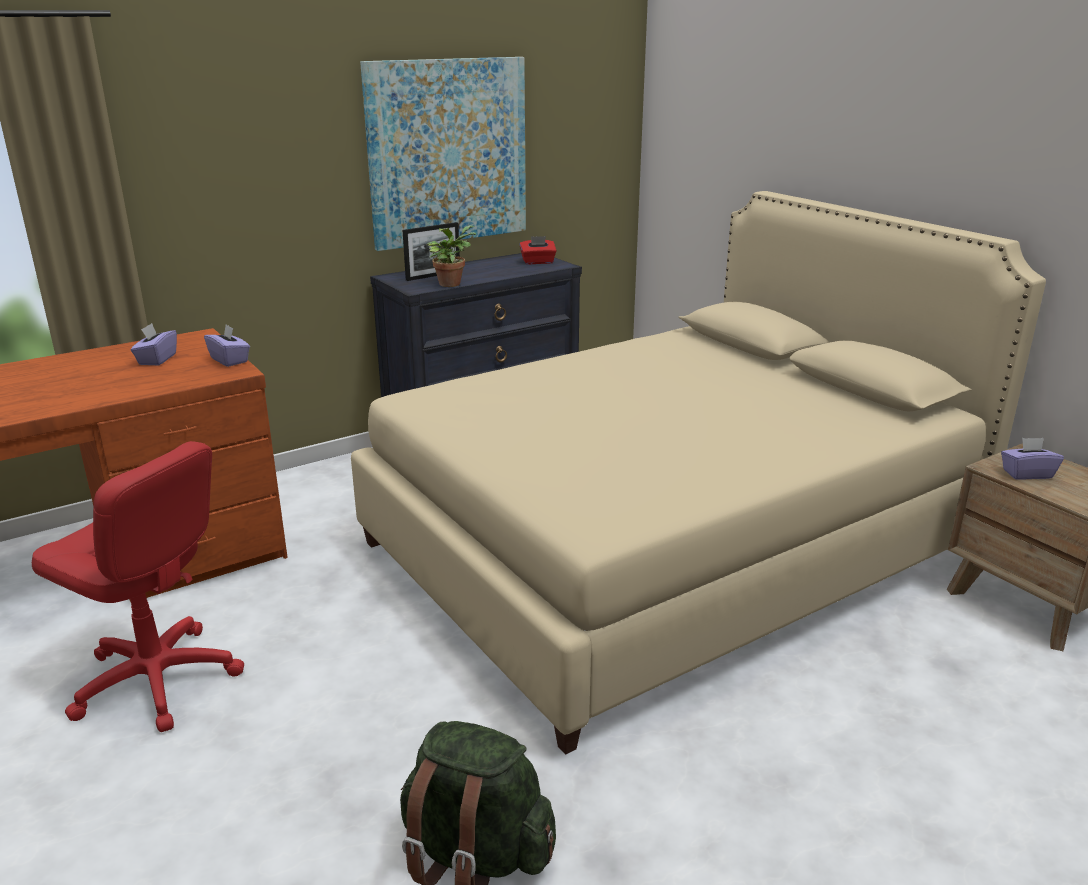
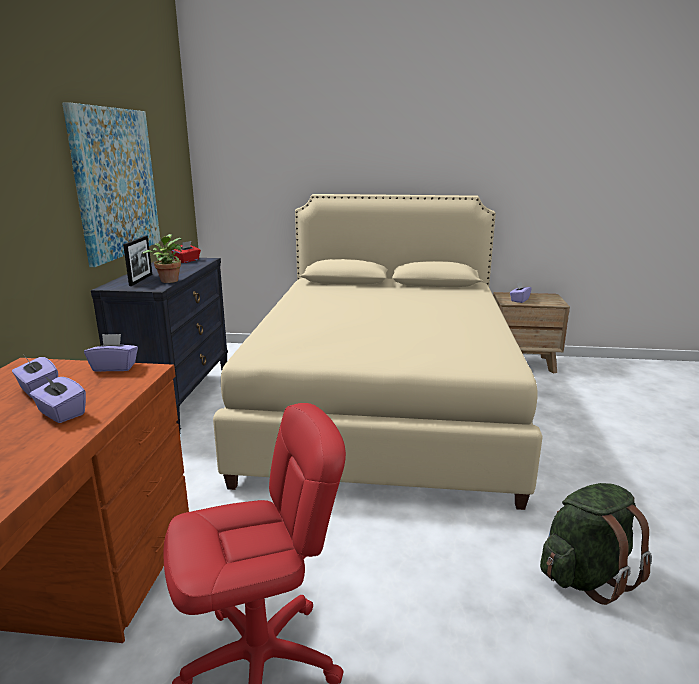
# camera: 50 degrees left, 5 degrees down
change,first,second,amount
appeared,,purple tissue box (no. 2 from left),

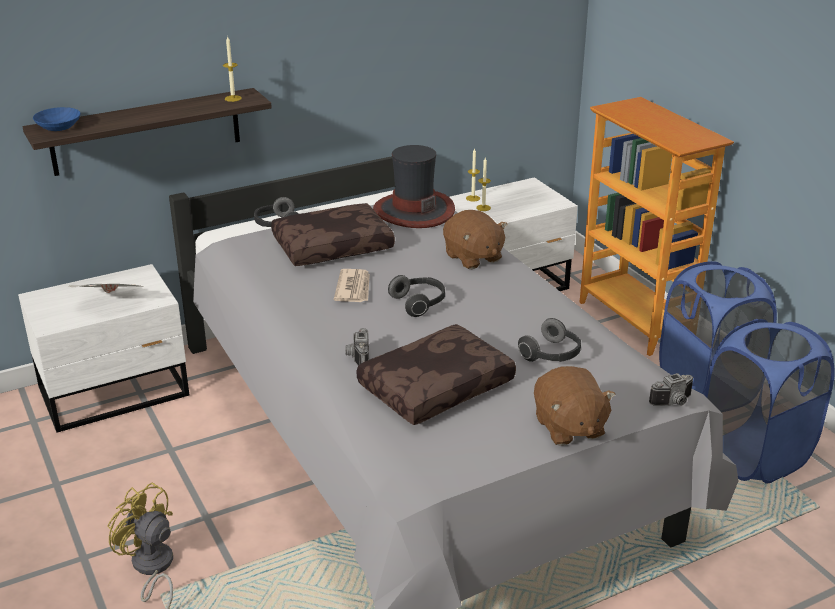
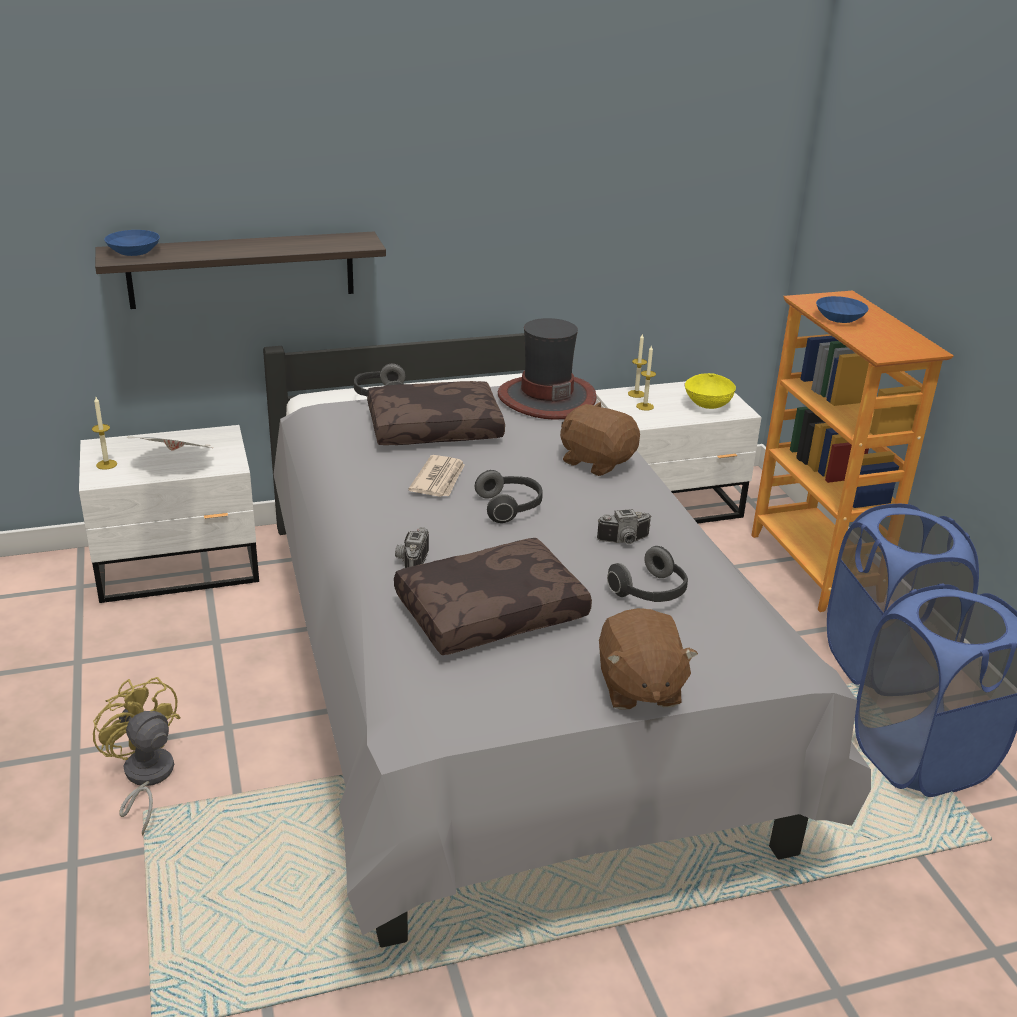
# camera: 10 degrees right, 0 degrees up
change,first,second,amount
relocated,candle (no. 1 from left),,
spun,brown plush toy (no. 1 from left),,150 degrees clockwise
relocated,photo camera (no. 2 from left),,
appeared,,yellow bowl,
appeared,,blue bowl (no. 2 from left),

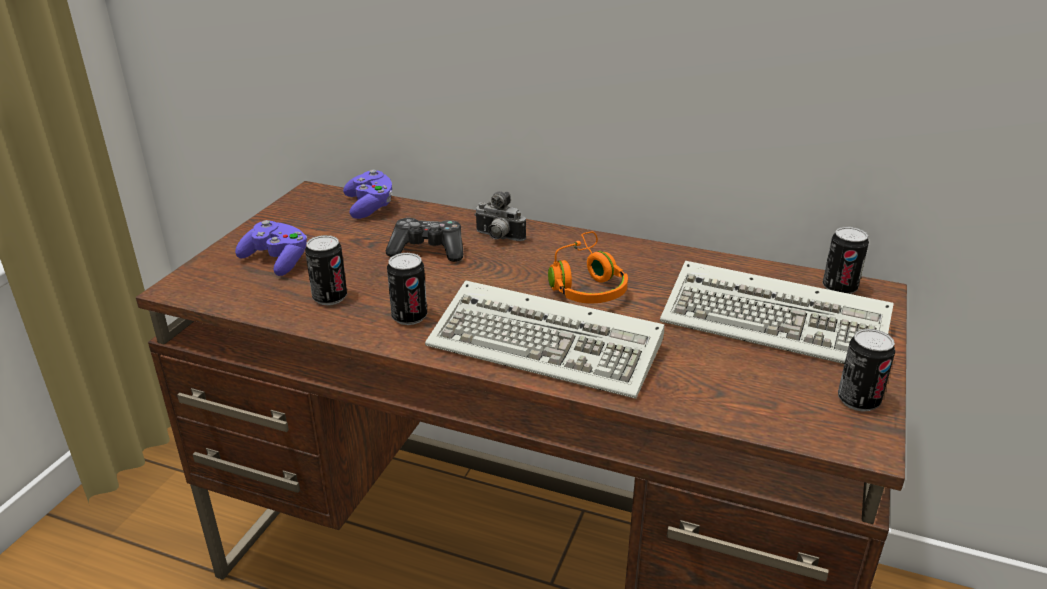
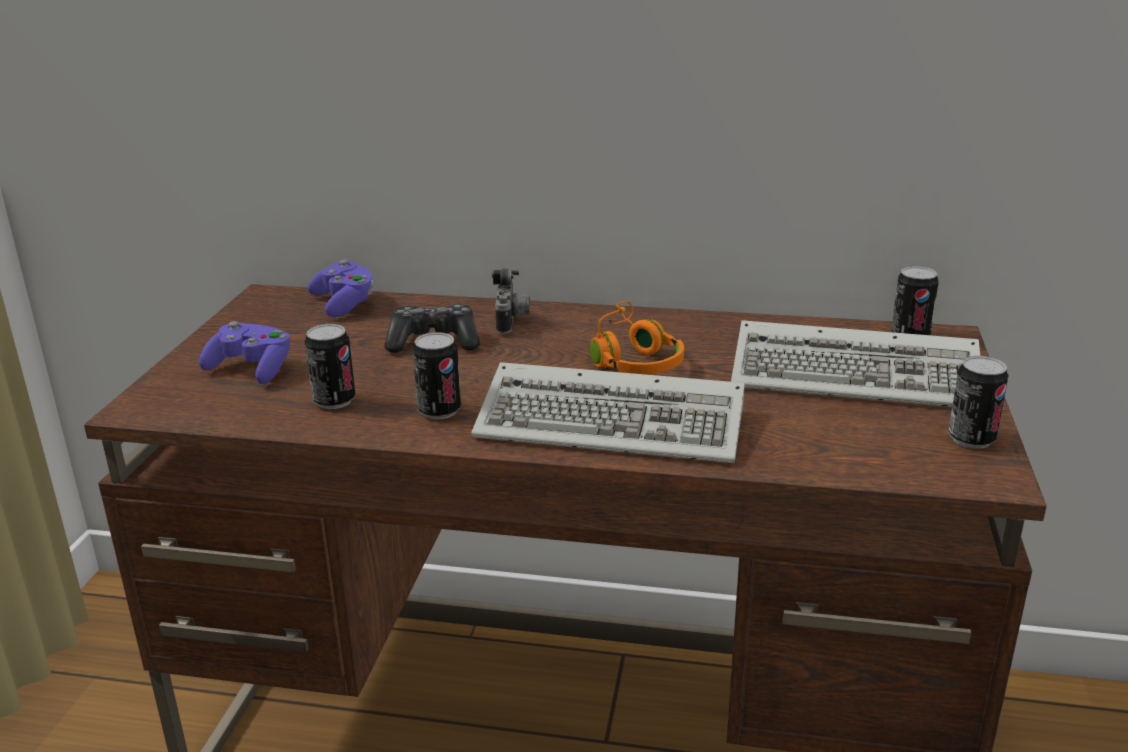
# camera: 10 degrees left, 5 degrees down
change,first,second,amount
spun,photo camera,,105 degrees counterclockwise

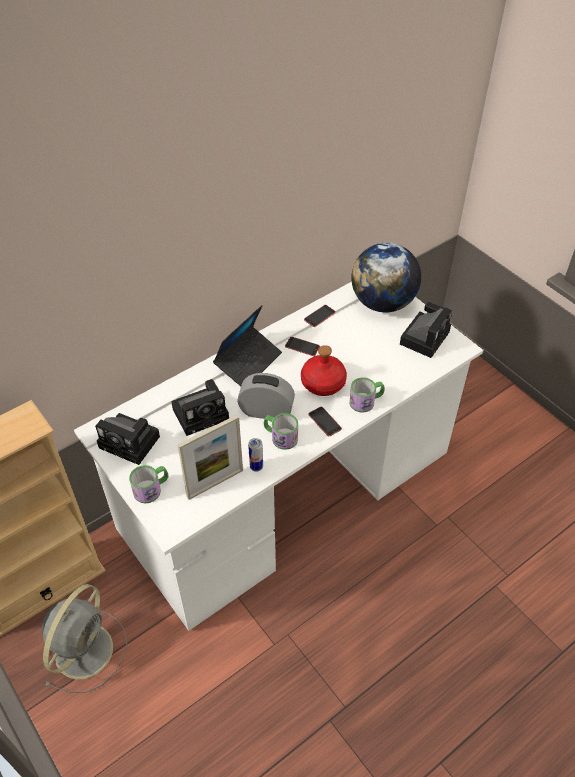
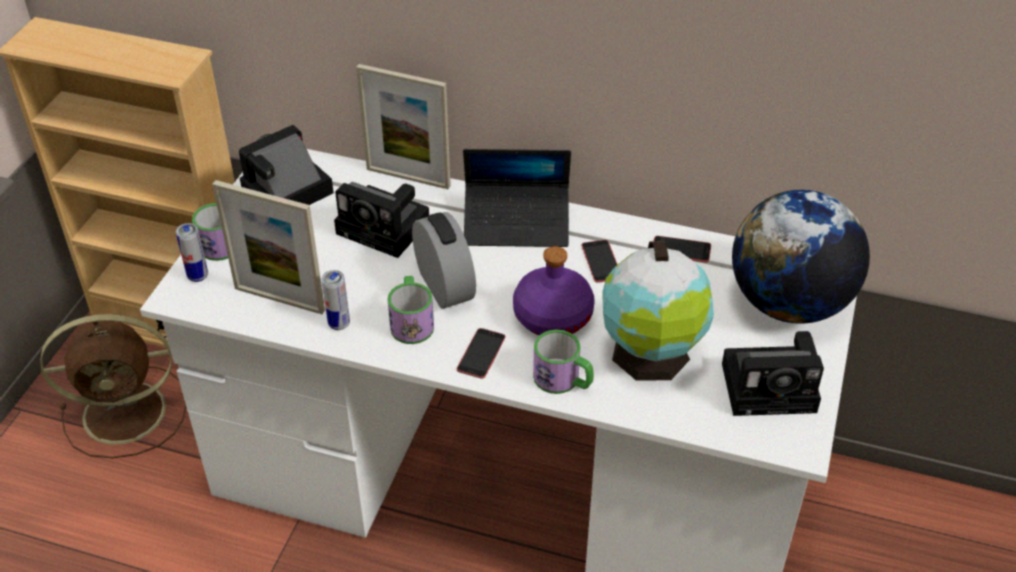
# camera: 55 degrees right, 5 degrees down
change,first,second,amount
colour,grey fan,brown fan,
spun,photo camera (no. 1 from left),,60 degrees clockwise
colour,red bottle,purple bottle,
appeared,,can (no. 1 from left),
appeared,,picture frame (no. 2 from left),
appeared,,globe (no. 1 from left),

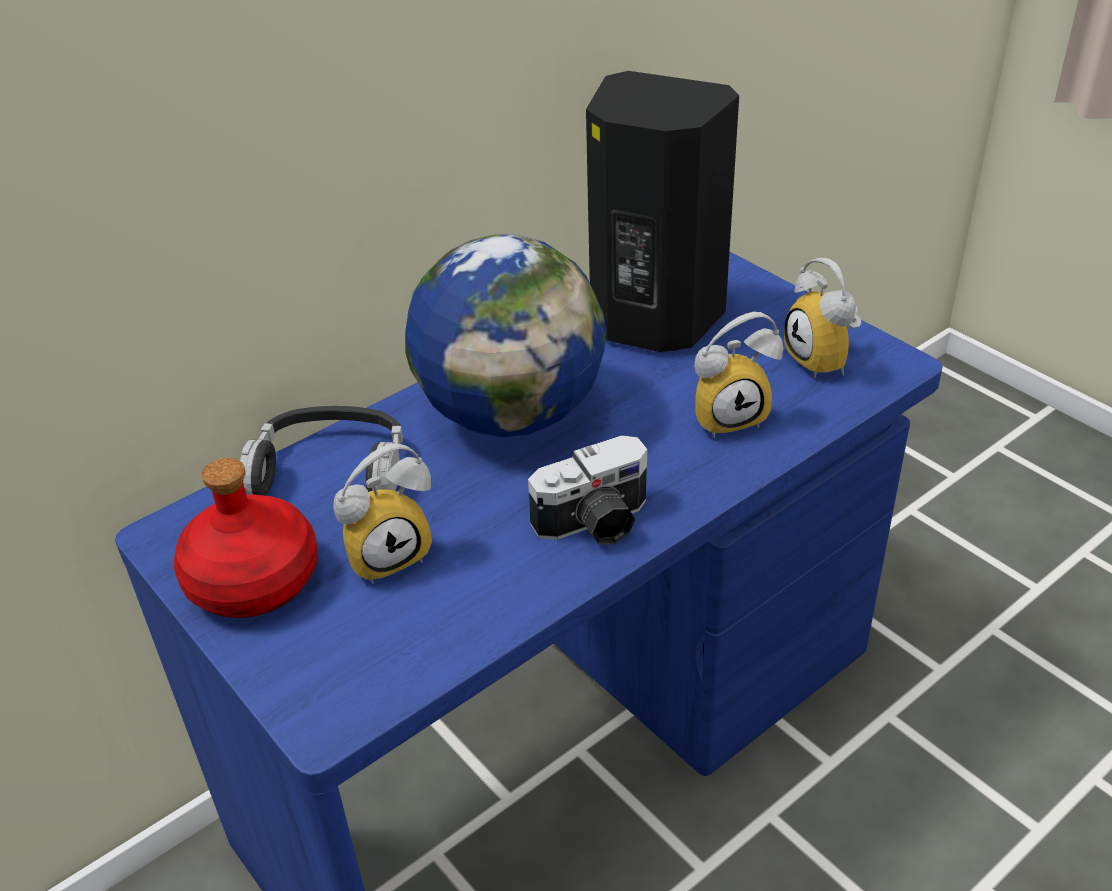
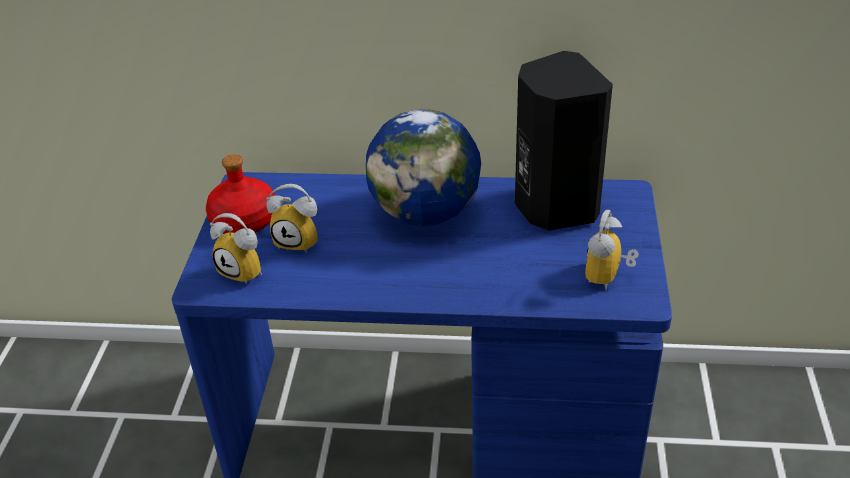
# camera: 45 degrees right, 0 degrees up
change,first,second,amount
missing,headphones,,
missing,photo camera,,
relocated,alarm clock (no. 2 from left in the first image),alarm clock (no. 1 from left),

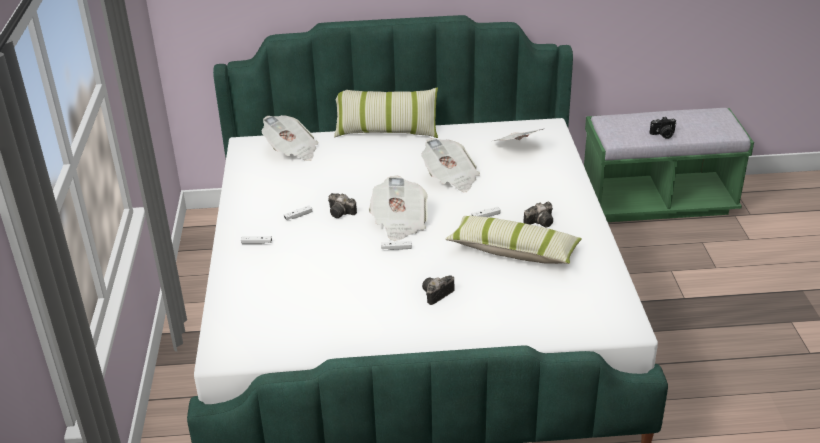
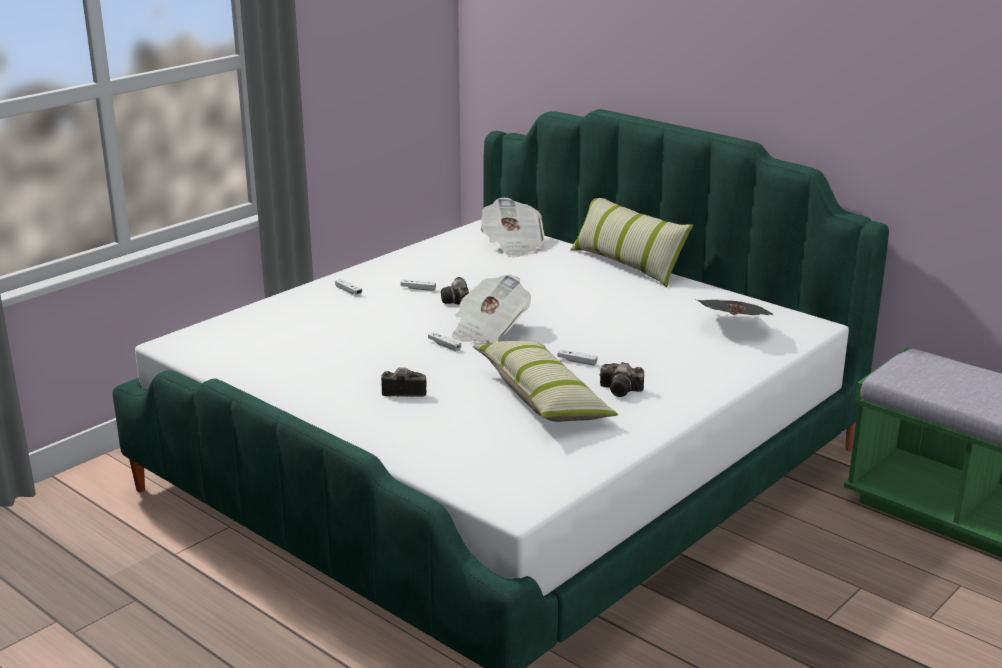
# camera: 45 degrees right, 10 degrees down
change,first,second,amount
missing,newspaper (no. 3 from left),,
missing,photo camera (no. 4 from left),,

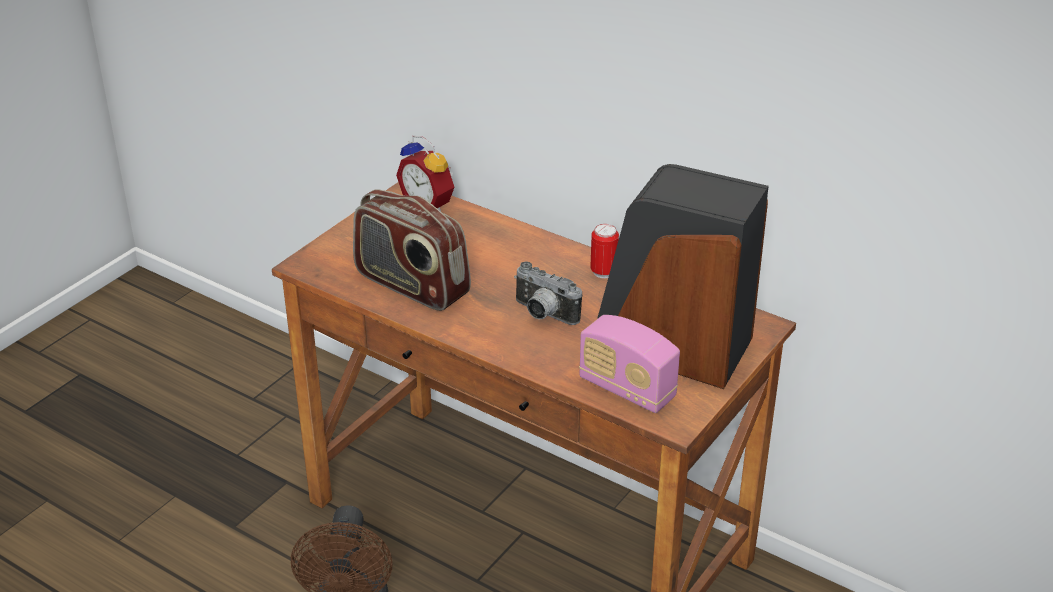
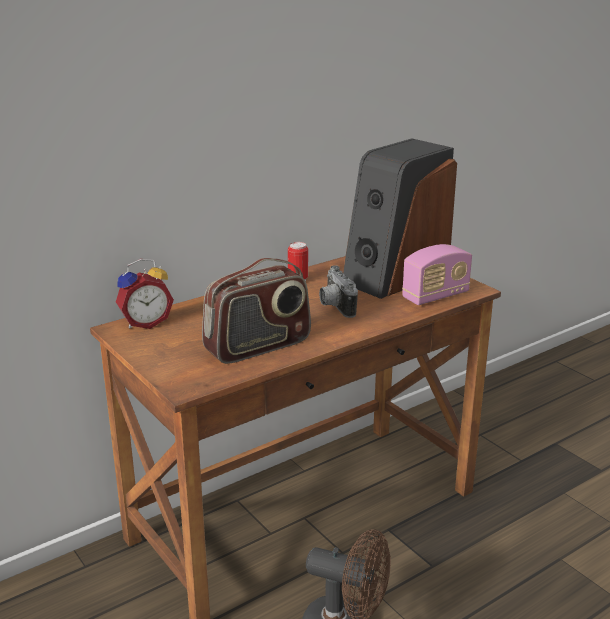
# camera: 70 degrees left, 10 degrees down
change,first,second,amount
spun,photo camera,,105 degrees clockwise

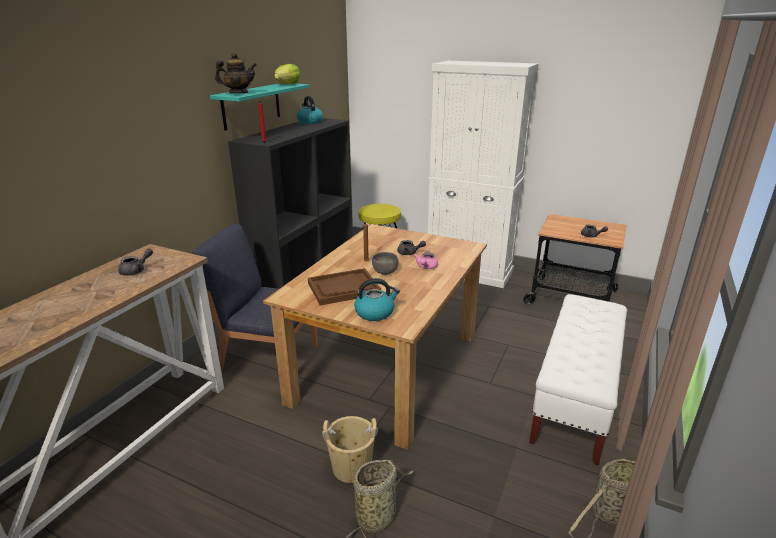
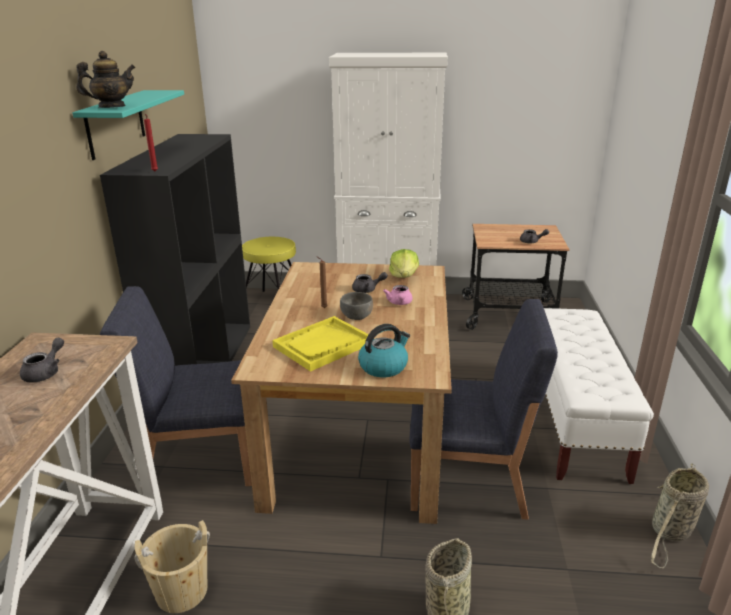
# camera: 20 degrees left, 0 degrees up
change,first,second,amount
relocated,lettuce,,
missing,kettle (no. 1 from left),,
colour,brown tray,yellow tray,
relocated,beige bucket,,
appeared,,blue chair (no. 2 from left),

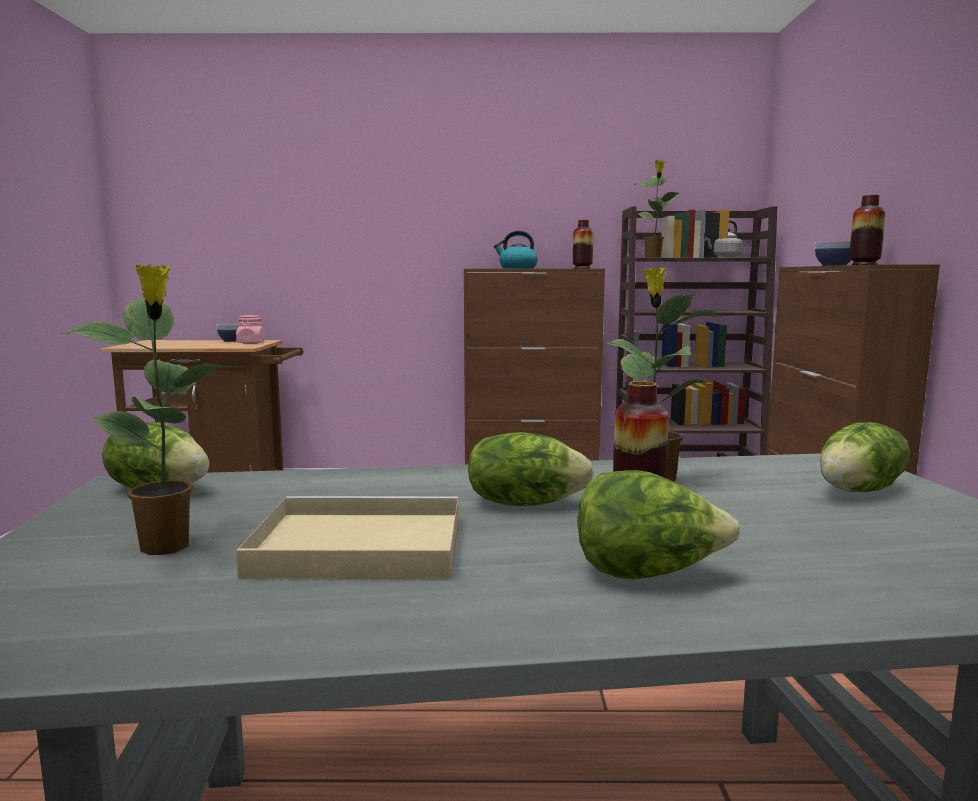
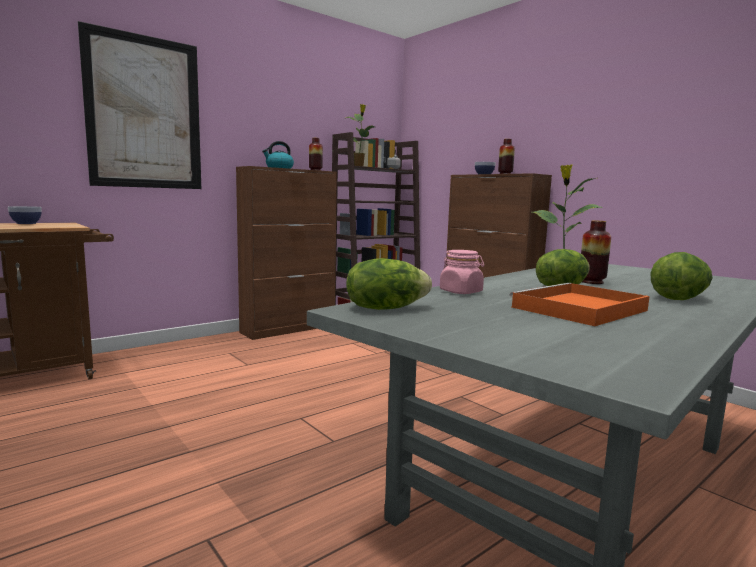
# camera: 40 degrees left, 0 degrees up
change,first,second,amount
missing,potted plant (no. 1 from left),,
relocated,pink jar,,
colour,beige tray,orange tray,
missing,lettuce (no. 4 from left),,
appeared,,picture,

